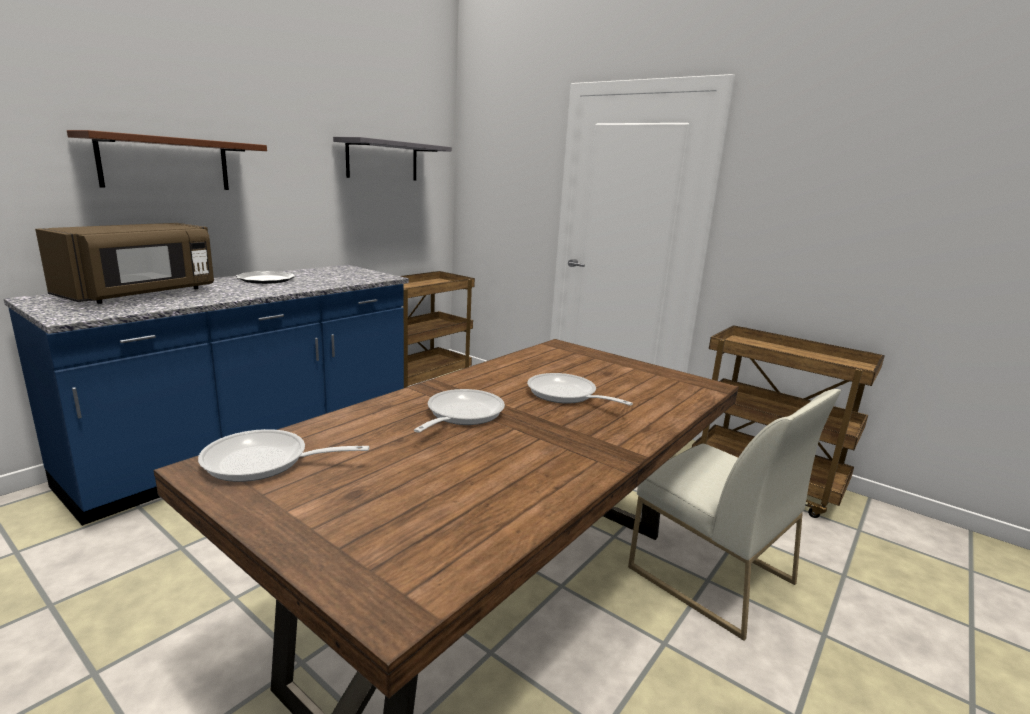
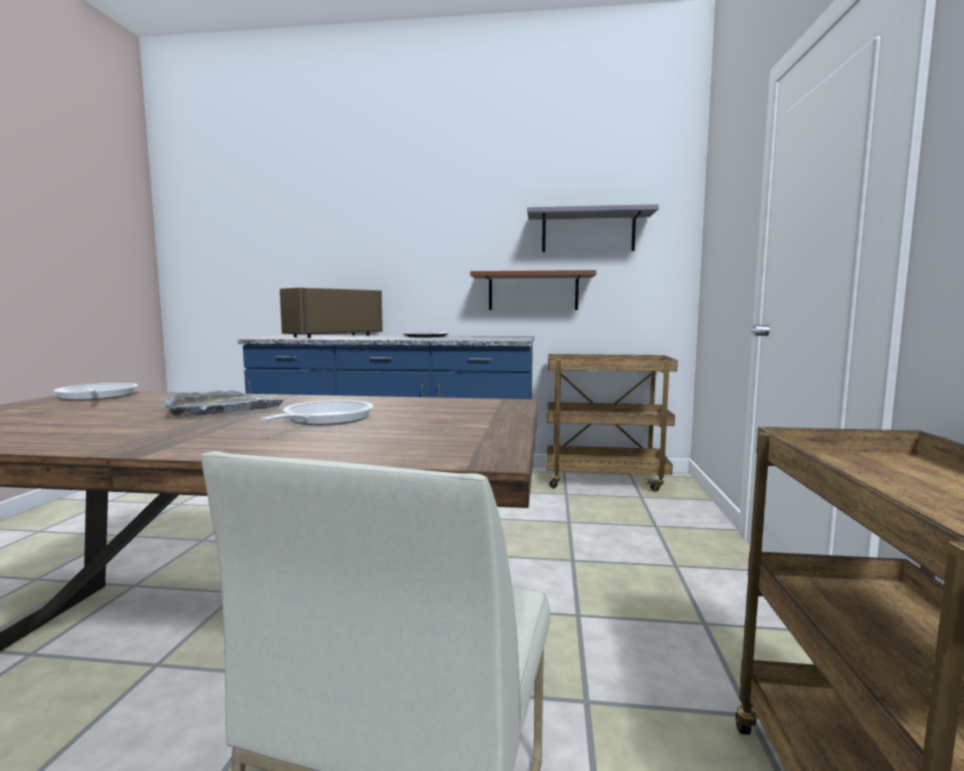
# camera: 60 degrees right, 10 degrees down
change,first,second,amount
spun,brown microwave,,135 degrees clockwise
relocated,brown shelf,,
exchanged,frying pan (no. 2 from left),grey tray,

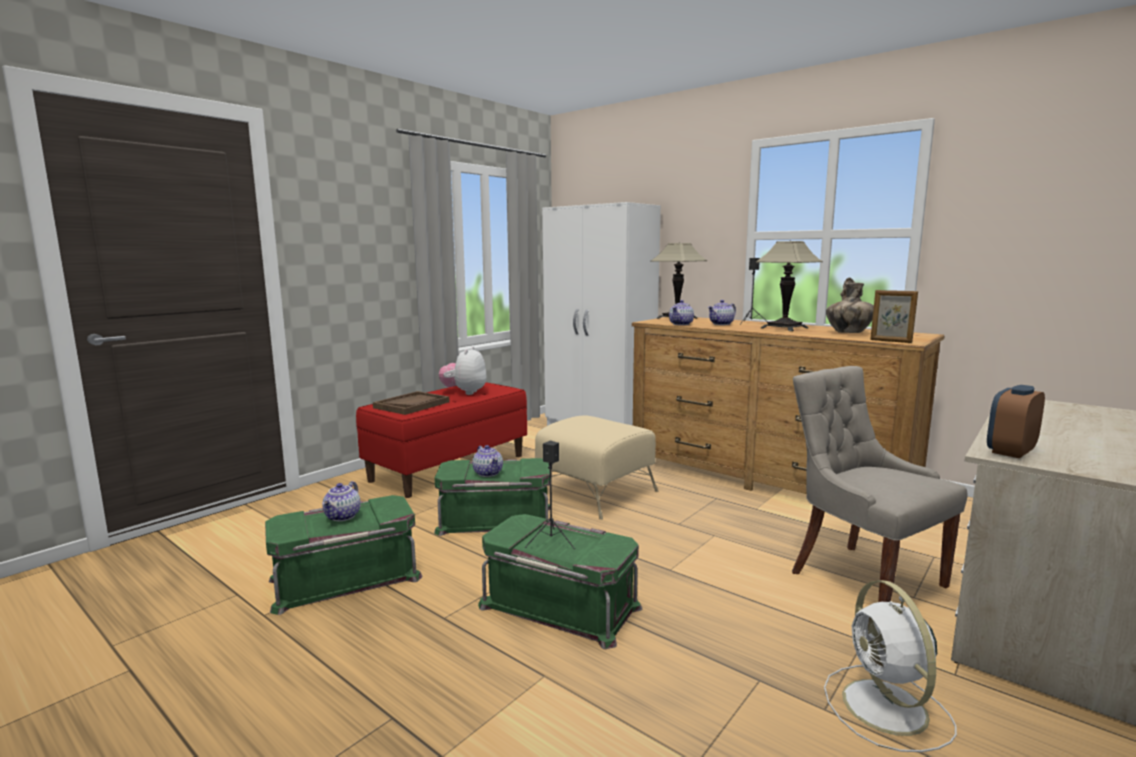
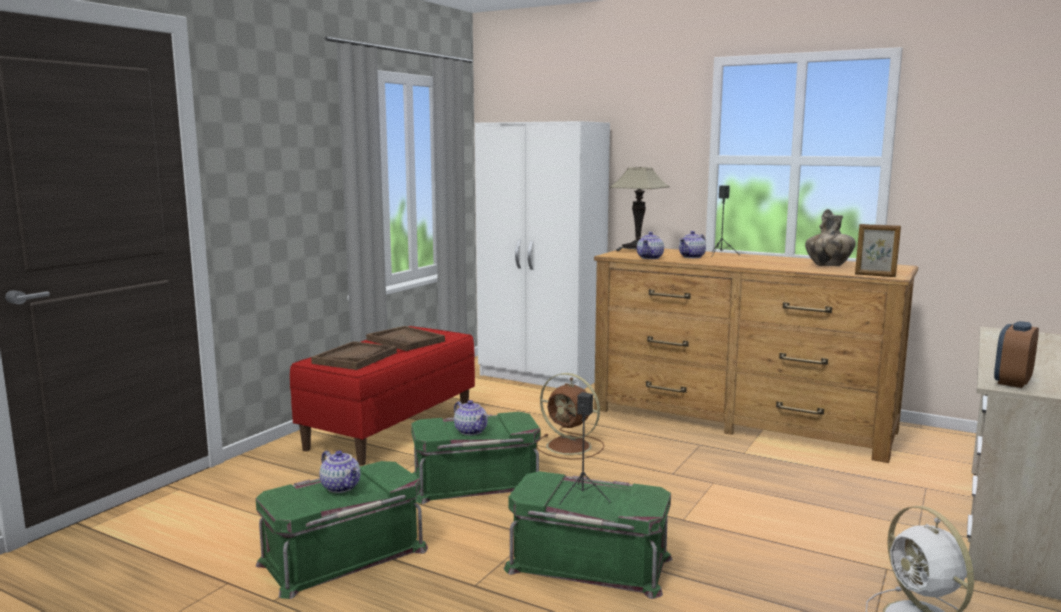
# camera: 10 degrees left, 0 degrees up
change,first,second,amount
spun,teapot (no. 1 from left),,45 degrees counterclockwise
exchanged,plush toy,brown tray (no. 2 from left),
exchanged,beige ottoman,brown fan,
missing,table lamp (no. 2 from left),,
missing,grey chair,,

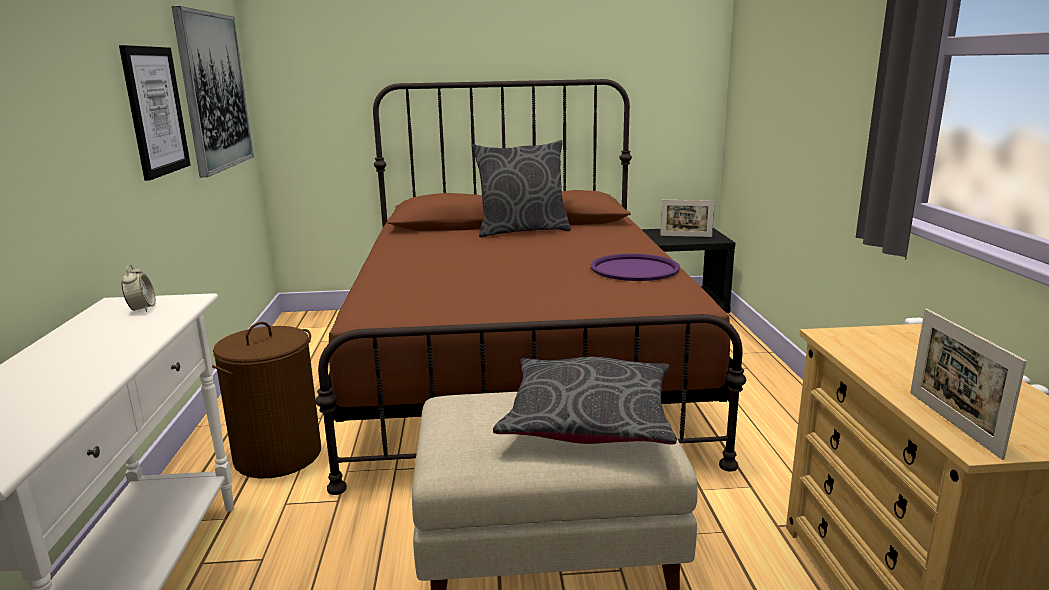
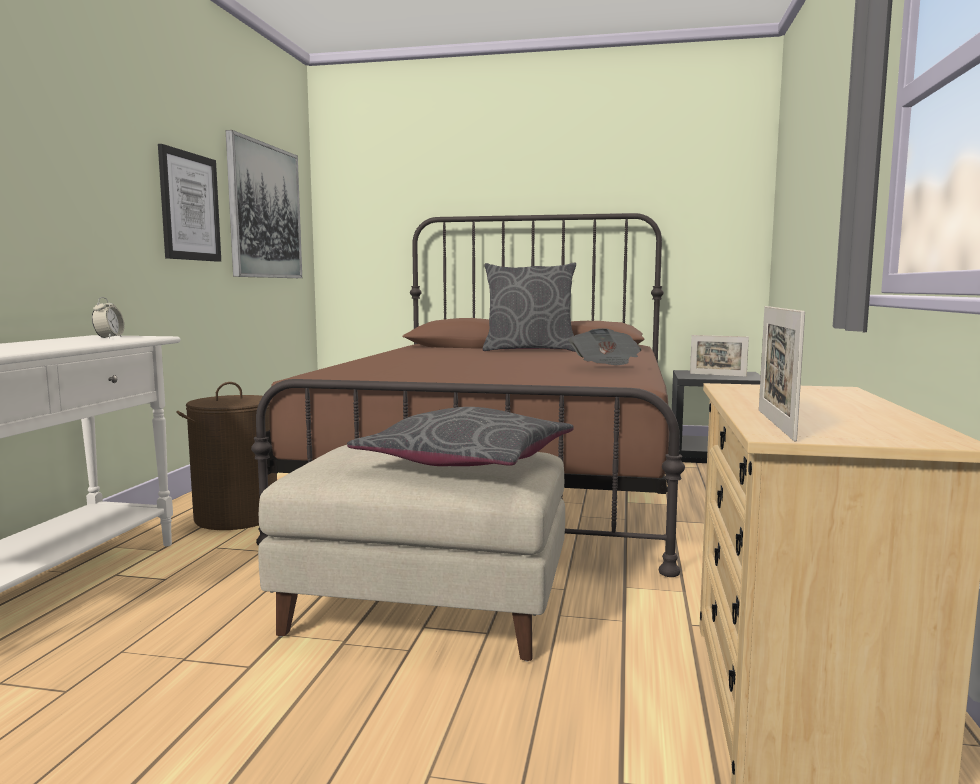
# camera: 15 degrees right, 10 degrees down
change,first,second,amount
exchanged,purple tray,newspaper,

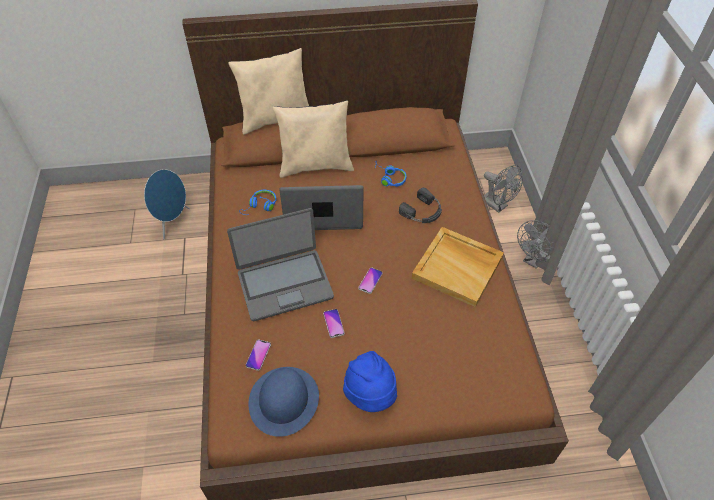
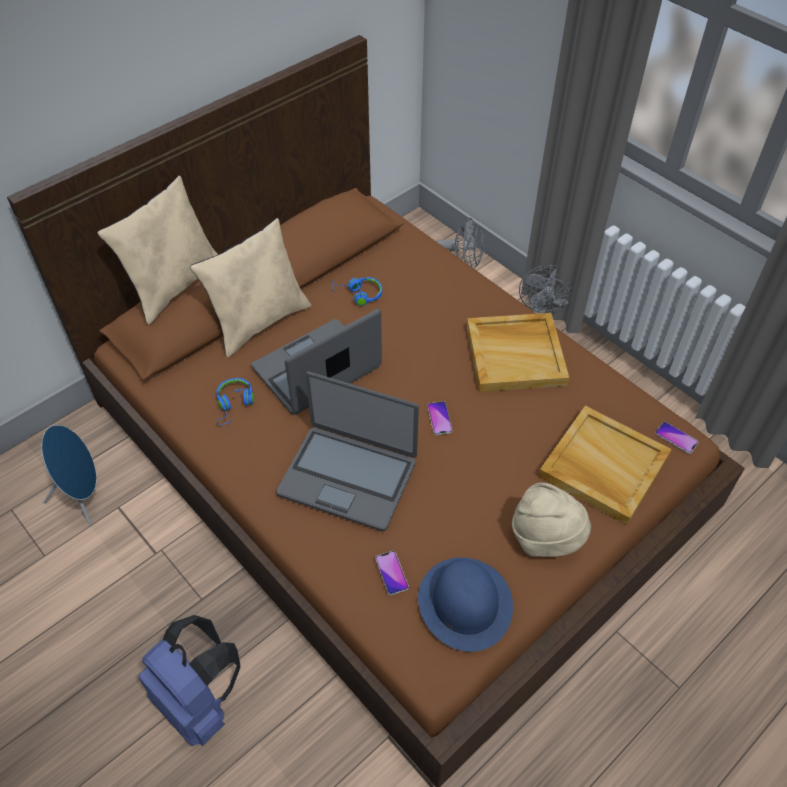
# camera: 35 degrees left, 0 degrees up
change,first,second,amount
spun,laptop (no. 1 from left in the first image),laptop (no. 2 from left),75 degrees clockwise
relocated,phone (no. 2 from left in the first image),phone (no. 3 from left),
colour,blue hat (no. 2 from left),beige hat,
missing,black headphones,,
appeared,,blue backpack,
appeared,,beige tray (no. 2 from left),

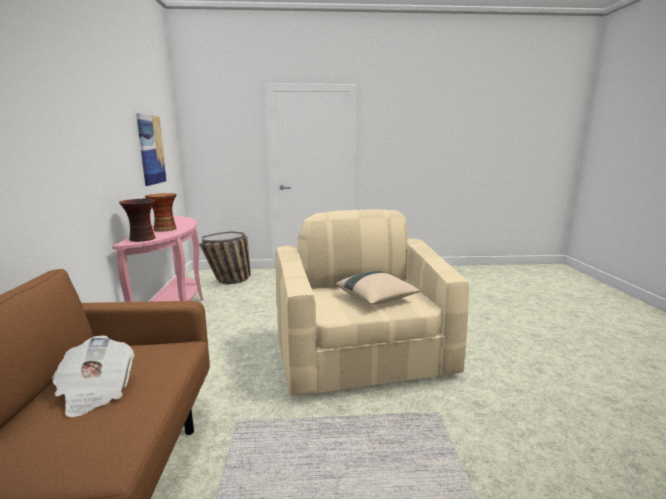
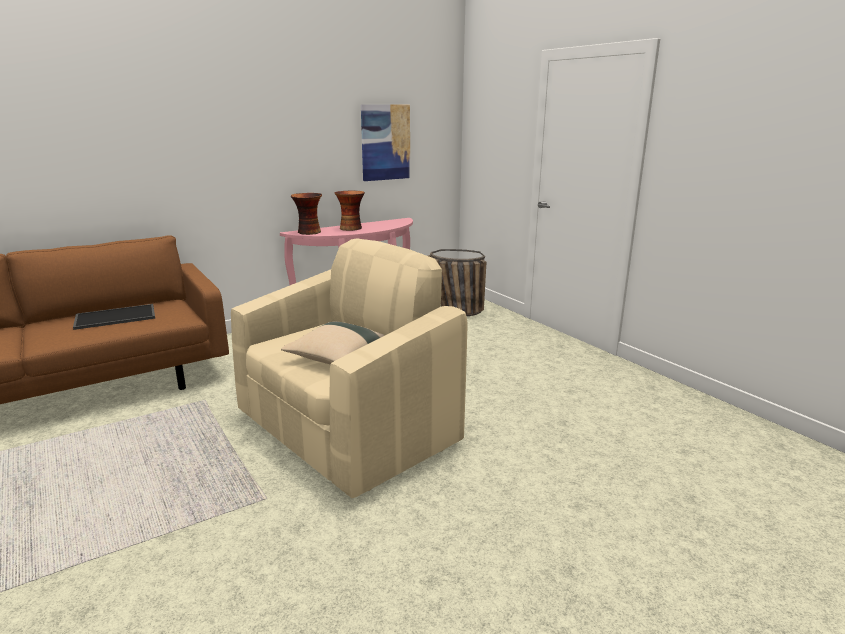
# camera: 60 degrees right, 5 degrees up
change,first,second,amount
exchanged,newspaper,tray,

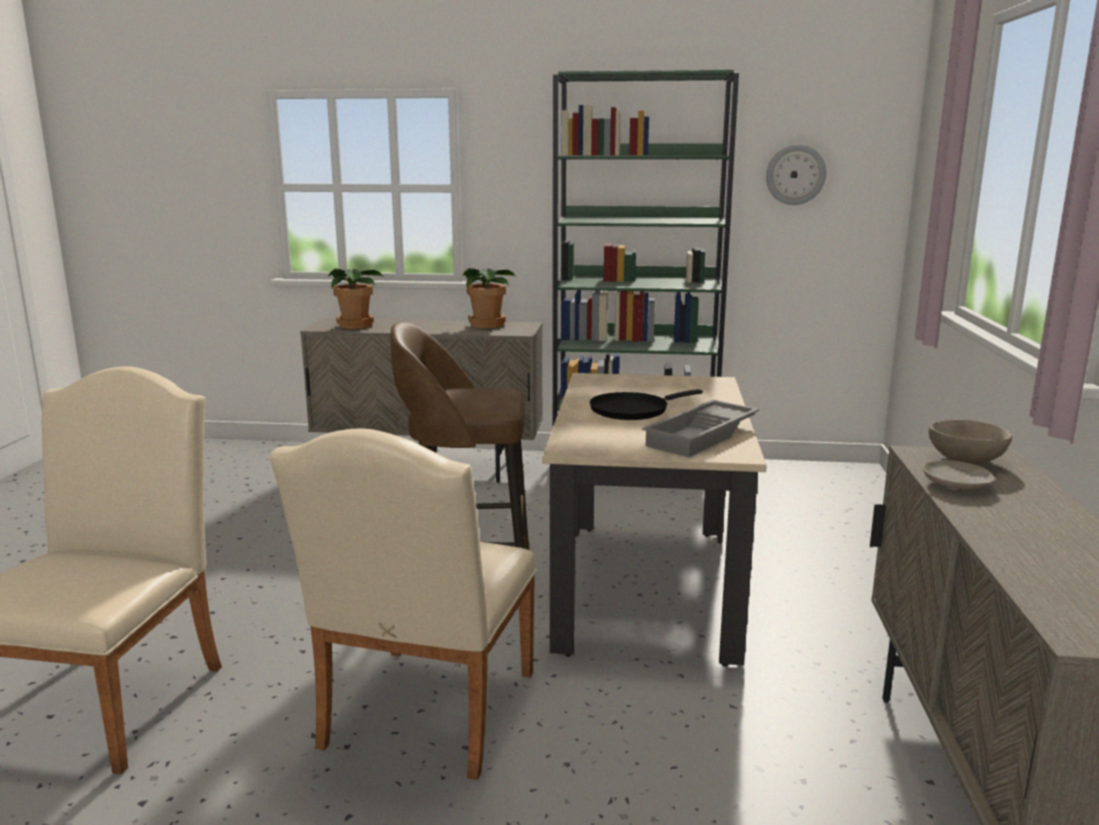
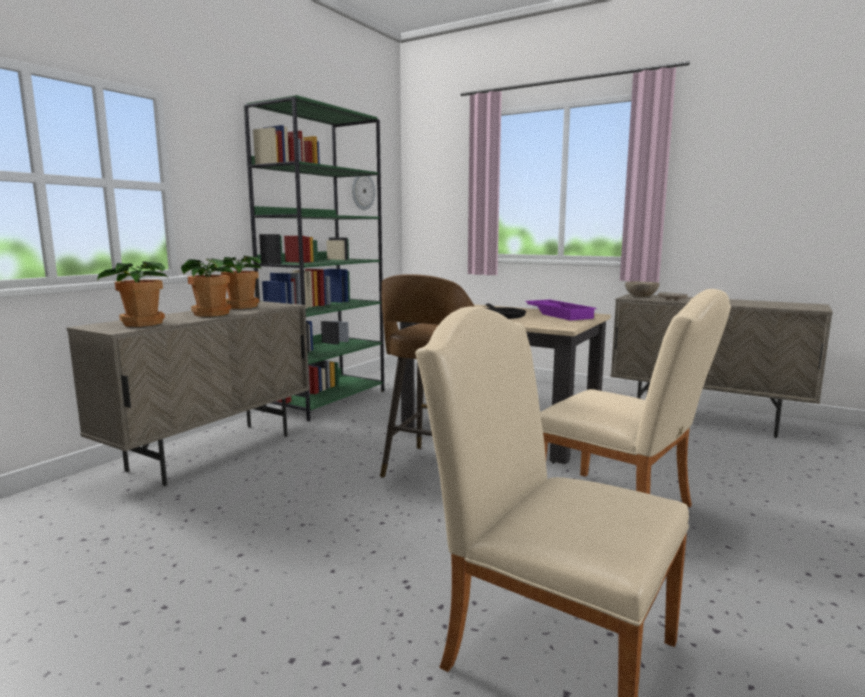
# camera: 65 degrees left, 5 degrees down
change,first,second,amount
colour,grey tray,purple tray,
appeared,,potted plant (no. 2 from left),

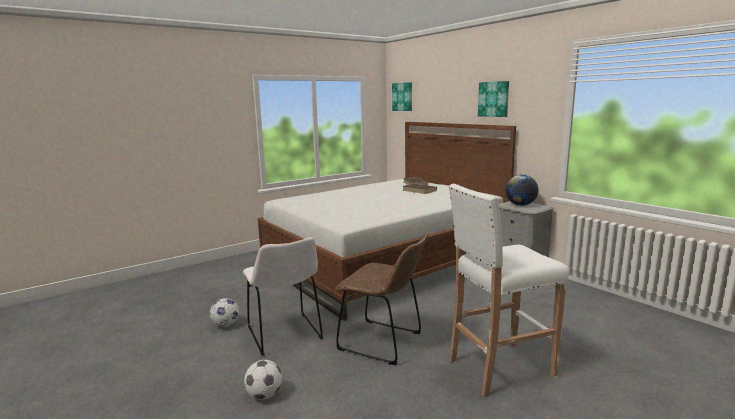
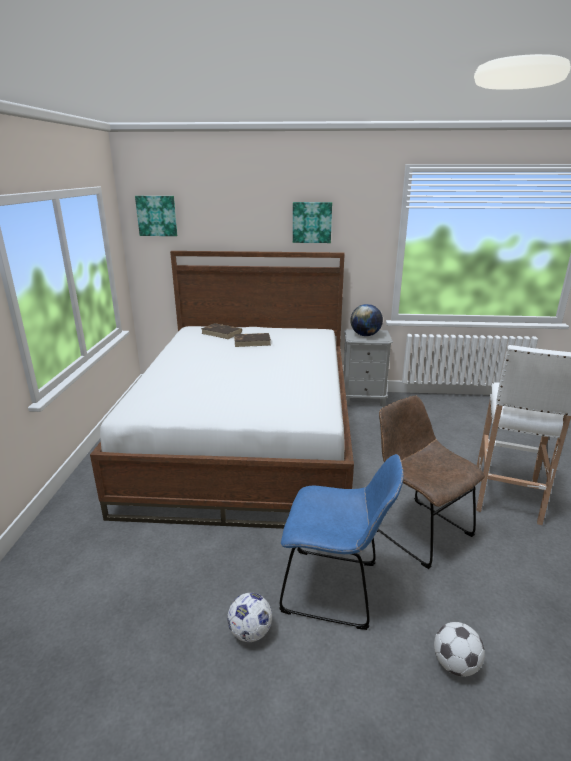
# camera: 50 degrees left, 10 degrees up
change,first,second,amount
colour,white chair,blue chair,
spun,brown chair,,105 degrees counterclockwise

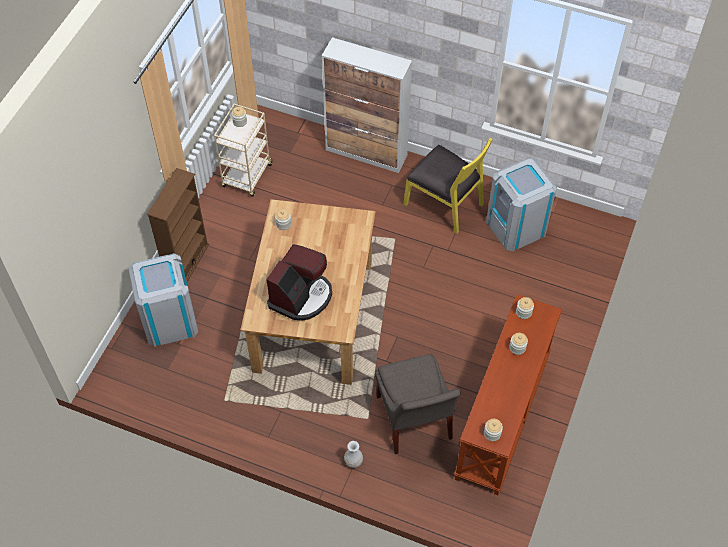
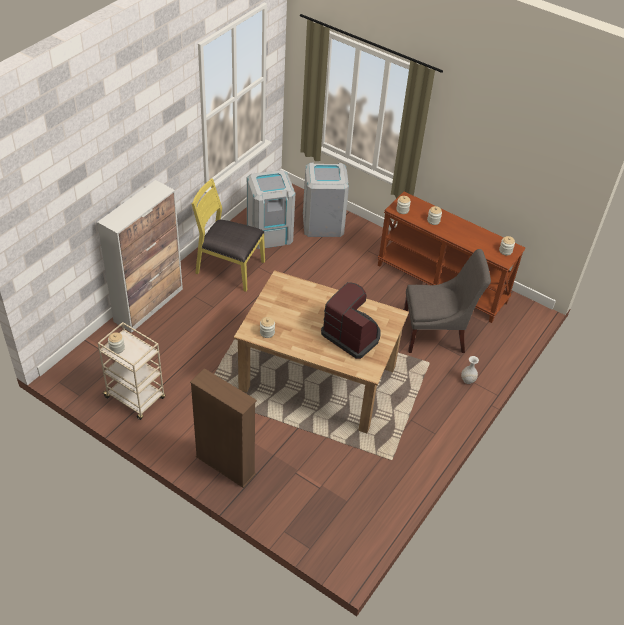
# camera: 80 degrees left, 10 degrees down
change,first,second,amount
relocated,grey trash can (no. 1 from left in the first image),grey trash can (no. 2 from left),
spun,yellow chair,,120 degrees counterclockwise

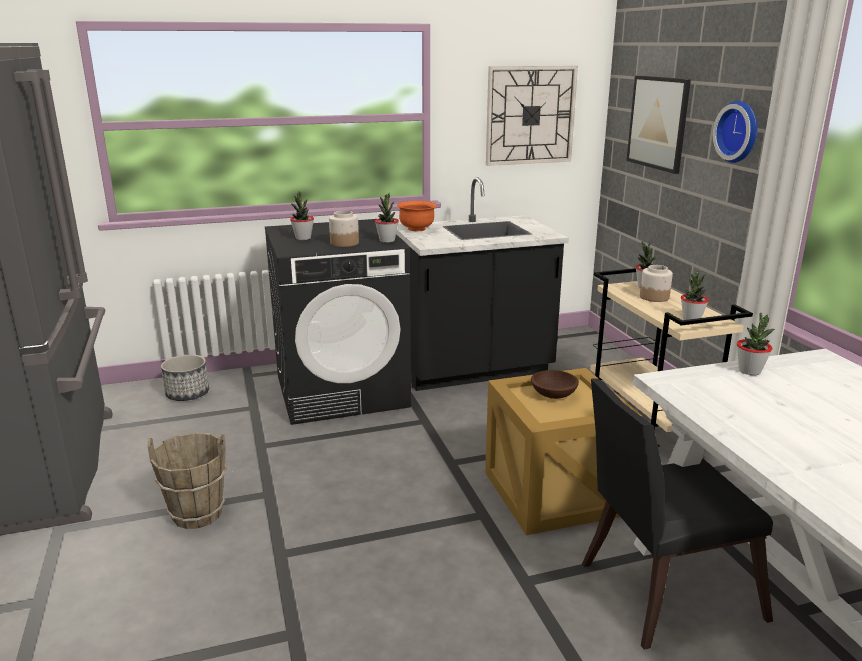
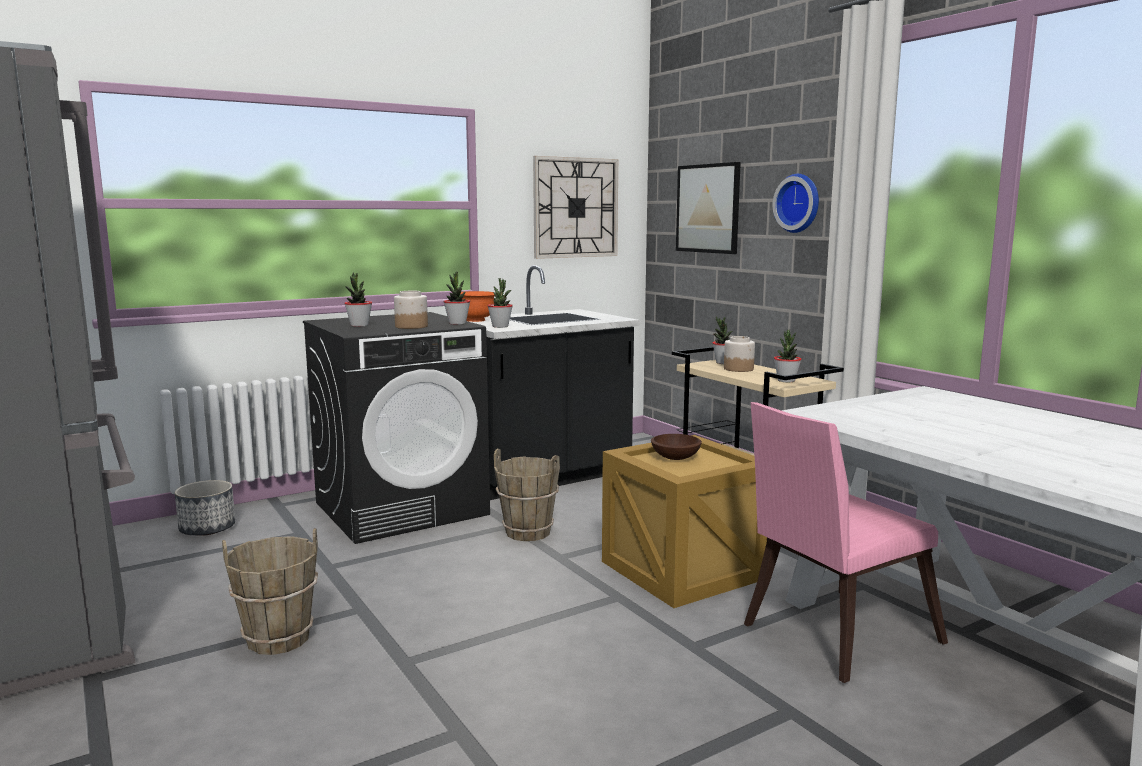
# camera: 15 degrees left, 10 degrees down
change,first,second,amount
colour,black chair,pink chair,
relocated,potted plant (no. 5 from left in the first image),potted plant (no. 3 from left),
appeared,,brown bucket (no. 2 from left),

